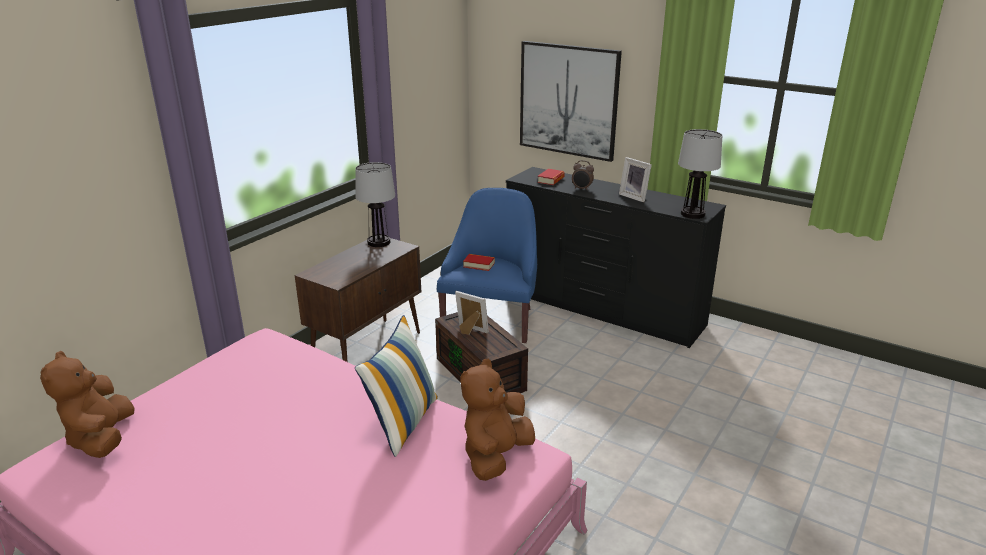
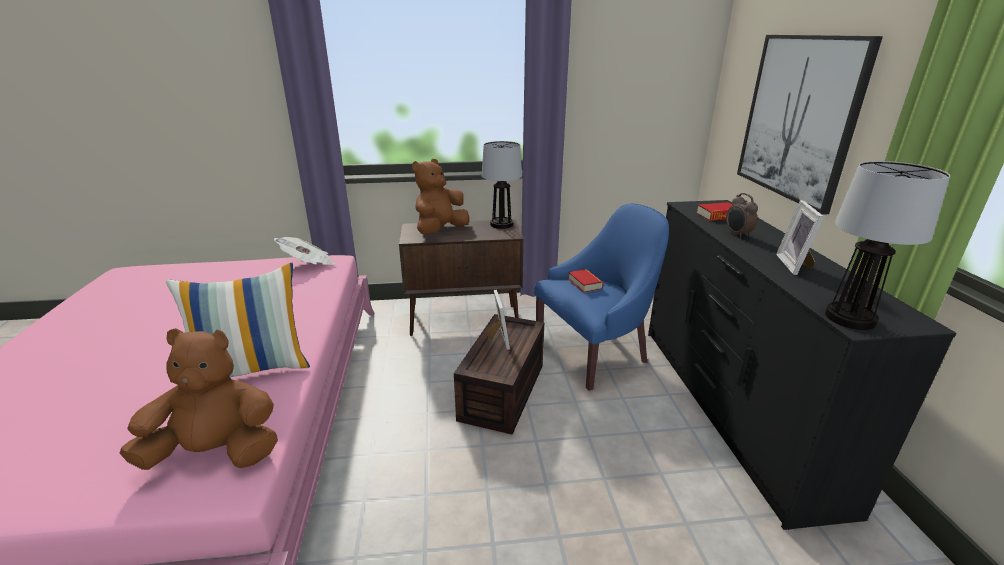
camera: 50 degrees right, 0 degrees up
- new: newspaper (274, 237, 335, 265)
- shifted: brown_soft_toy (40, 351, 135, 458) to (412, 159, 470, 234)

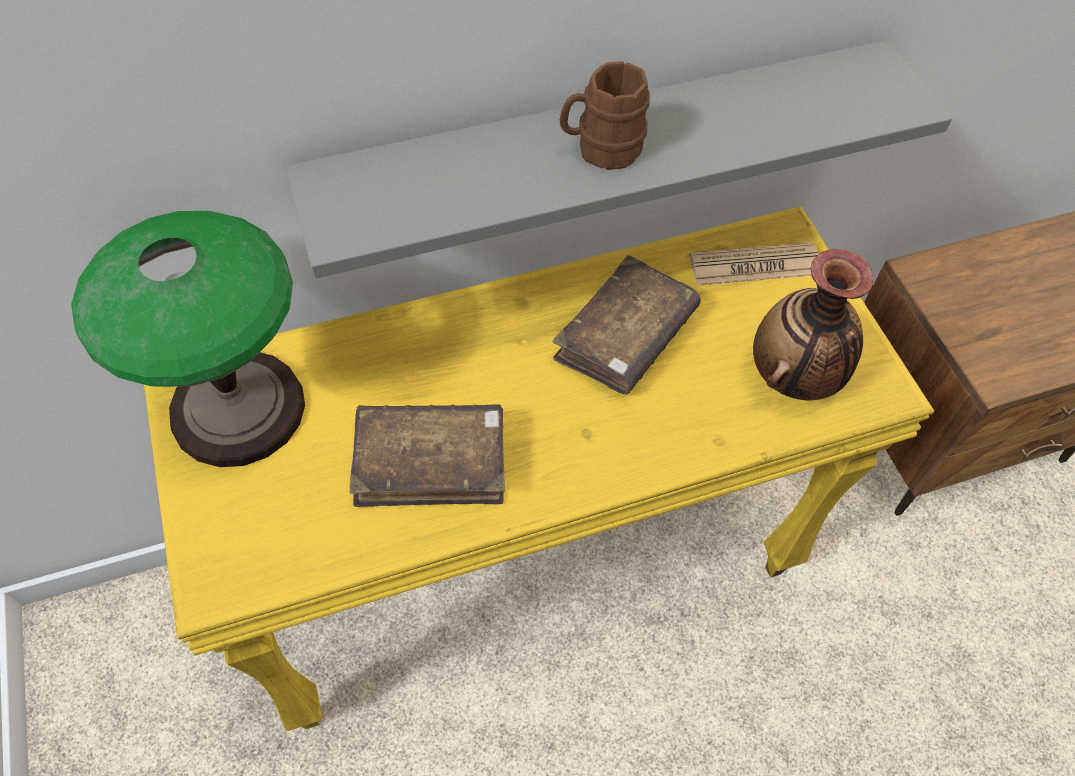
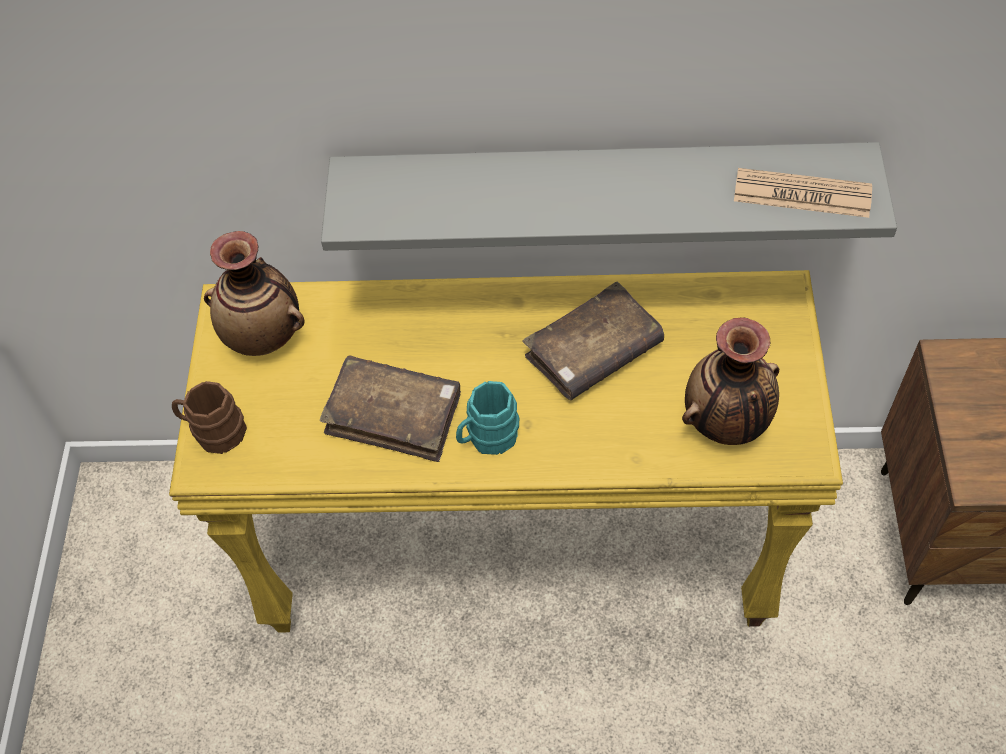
camera: 25 degrees right, 0 degrees up
- shifted: brown_coffee_mug (560, 61, 650, 170) to (172, 381, 247, 454)
- swapped: lamp_for_a_table (71, 211, 305, 467) to flower_vase (204, 231, 305, 356)
- new: turquoise-coloured_coffee_mug (456, 381, 519, 455)
- shifted: newspaper (689, 242, 818, 286) to (734, 168, 872, 218)

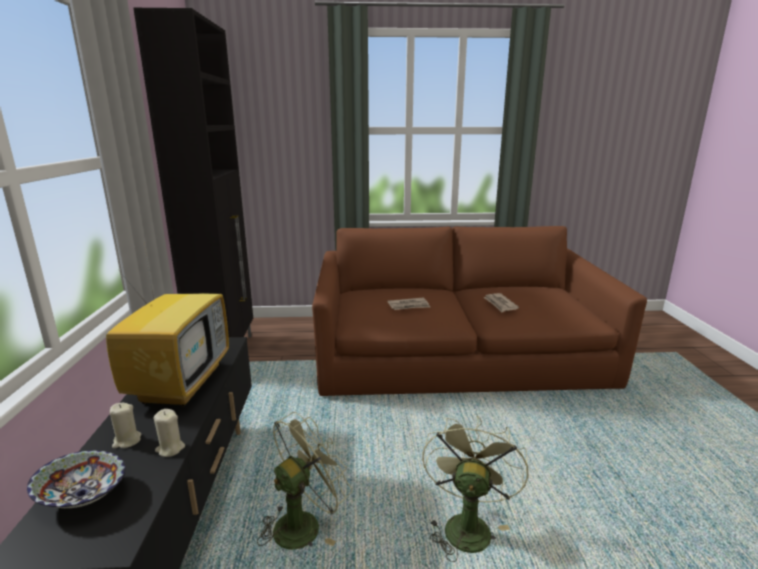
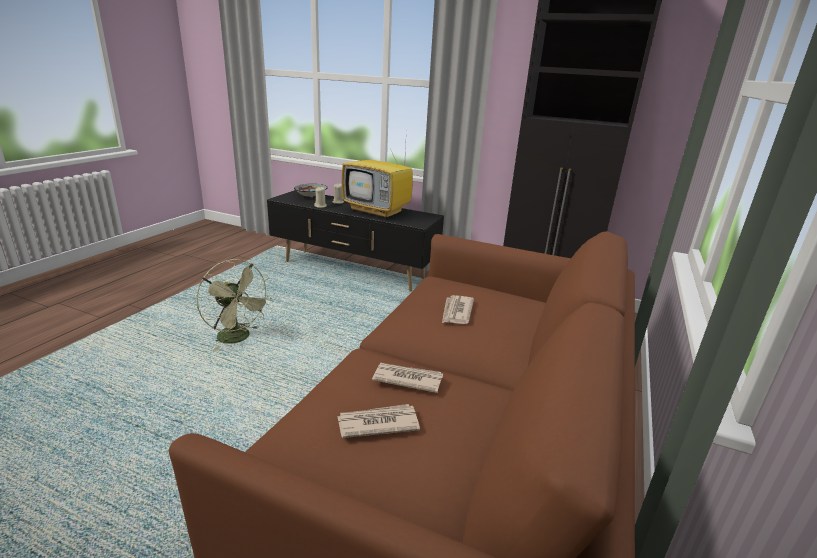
camera: 115 degrees right, 5 degrees up
- new: newspaper (337, 404, 420, 438)
- gone: green-coloured_electric_fan (257, 412, 352, 550)

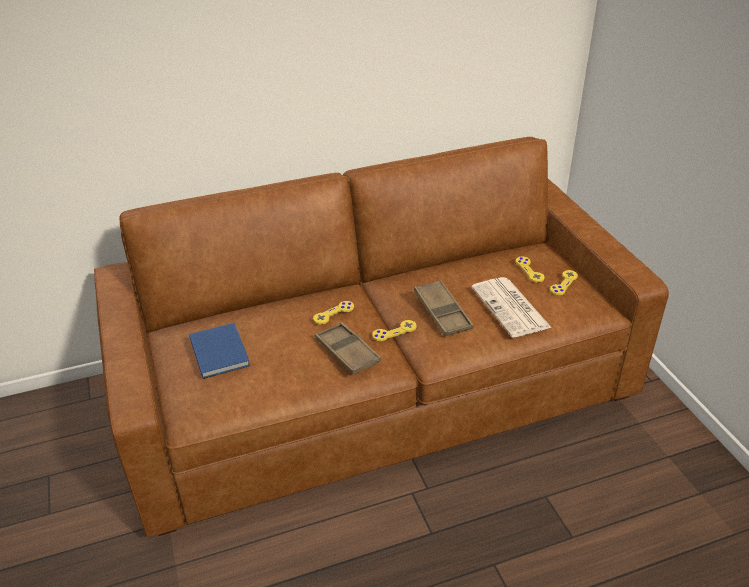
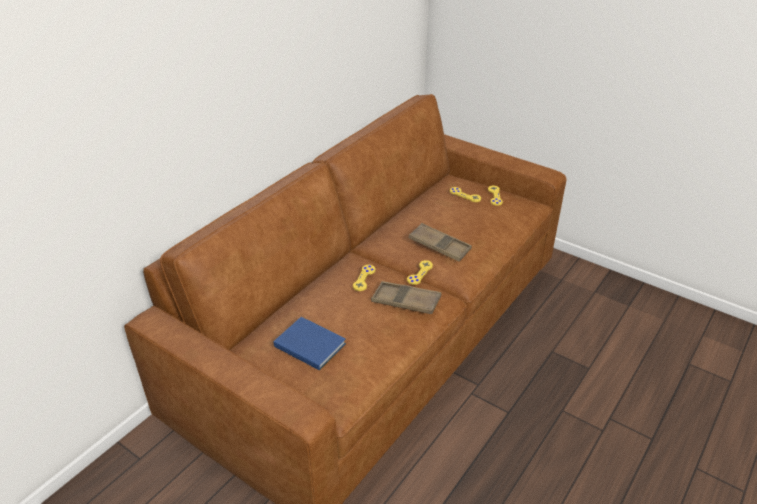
camera: 35 degrees left, 0 degrees up
- gone: newspaper (472, 277, 552, 337)

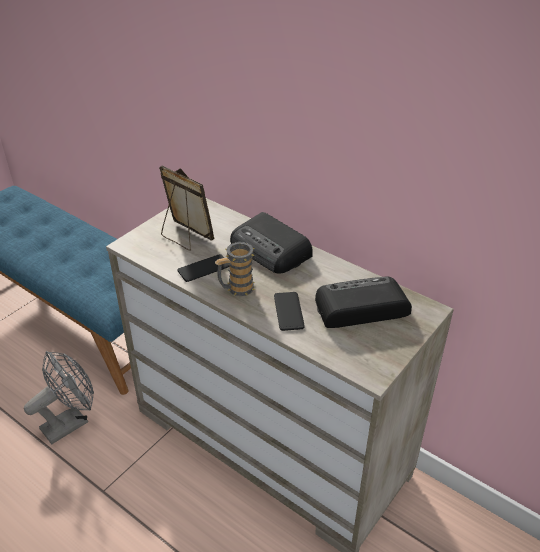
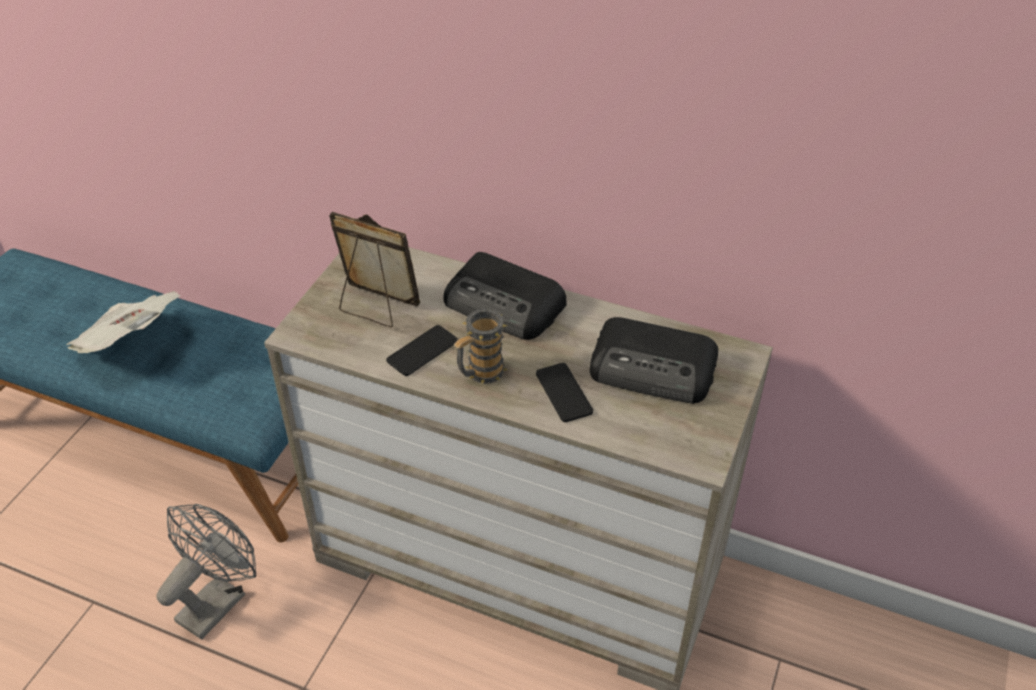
camera: 15 degrees left, 5 degrees up
- new: newspaper (66, 291, 180, 353)
- rotated: radio_receiver (315, 276, 412, 328) = (590, 317, 718, 404) 135 degrees counterclockwise

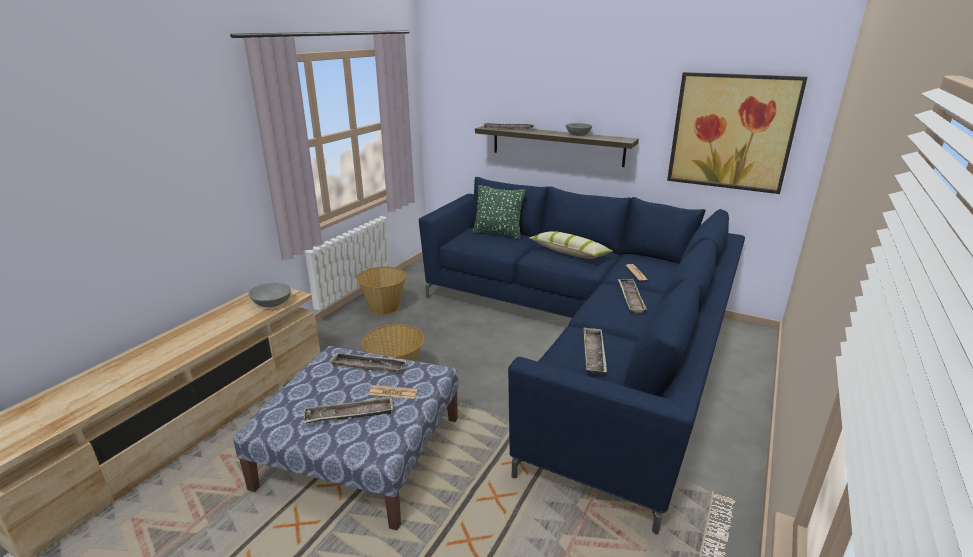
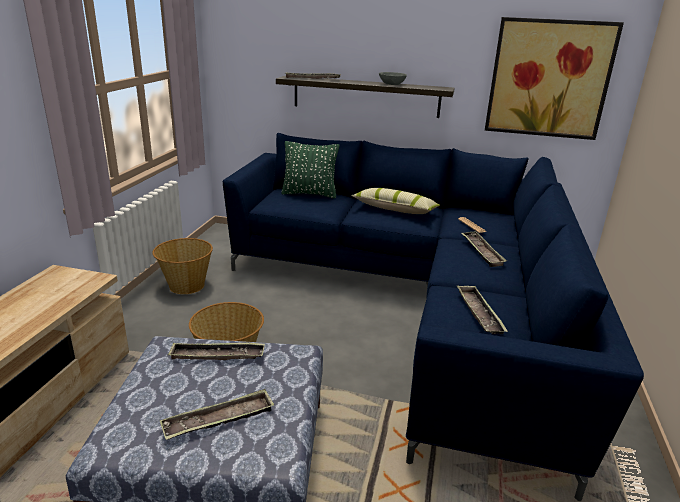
camera: 15 degrees left, 0 degrees up
- gone: grey_bowl (248, 282, 291, 307)
- gone: newspaper (369, 385, 418, 399)

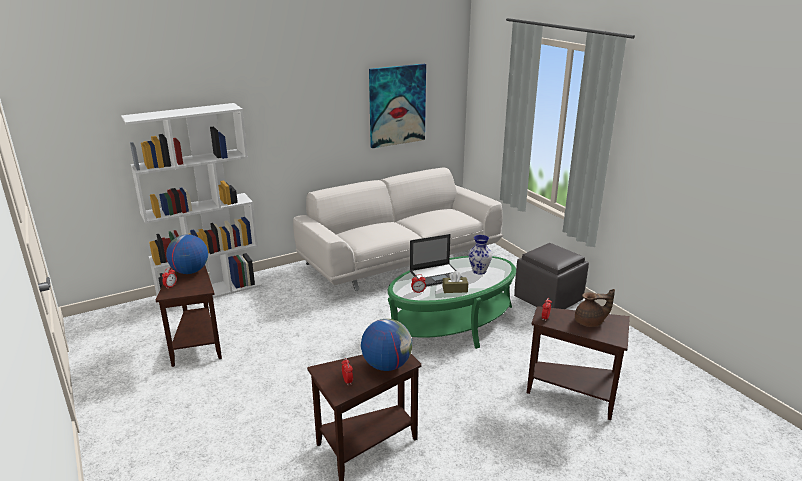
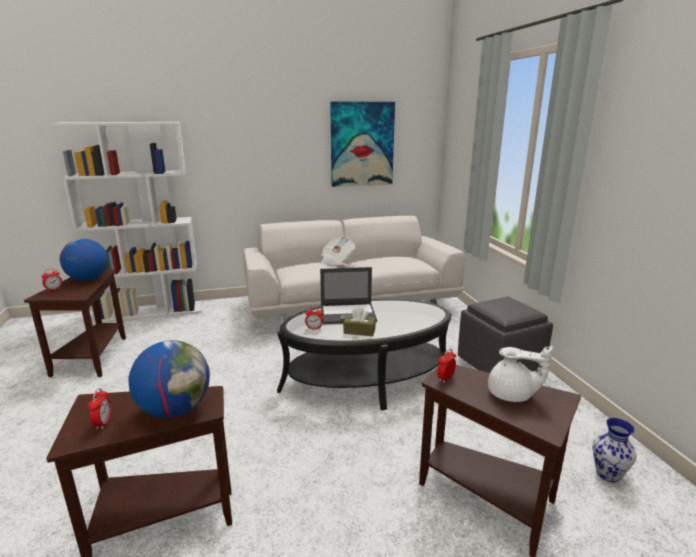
camera: 15 degrees right, 5 degrees down
- repainted: green-coloured_lounge_table (388, 256, 516, 349) to black_lounge_table (277, 299, 452, 411)
- new: newspaper (321, 237, 355, 265)
- repainted: brown_teapot (575, 289, 615, 327) to white_teapot (488, 346, 553, 402)
- shifted: flower_vase (469, 235, 492, 274) to (593, 418, 637, 482)

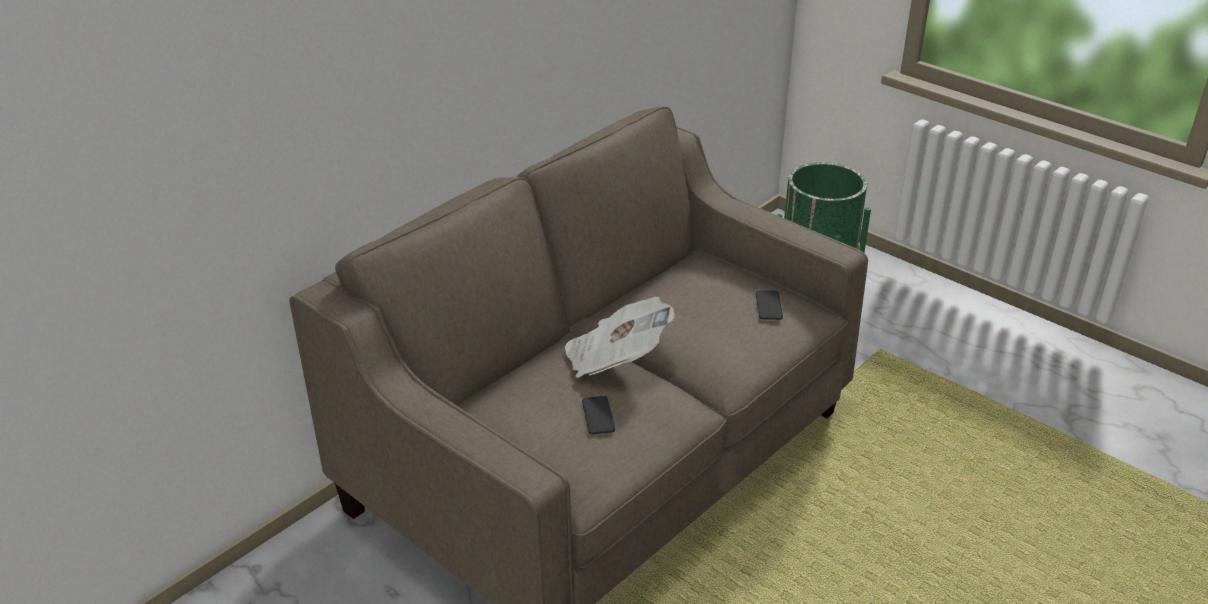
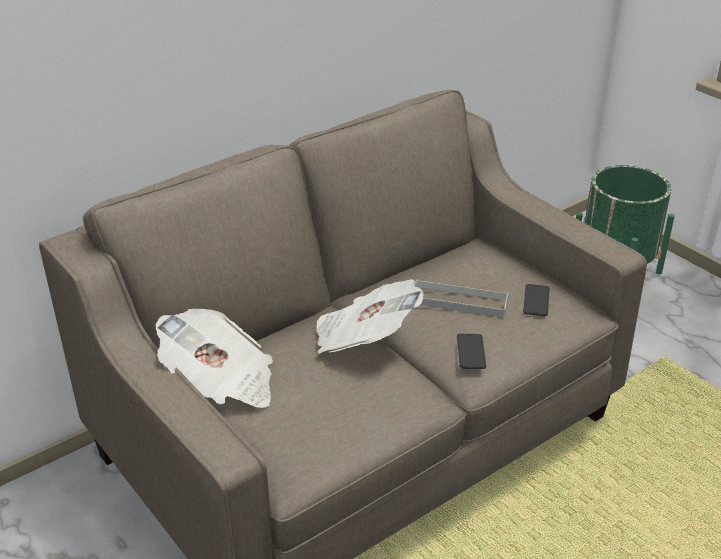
camera: 10 degrees right, 0 degrees up
- new: newspaper (155, 309, 273, 408)
- new: grey_serving_tray (414, 279, 509, 317)
- shifted: phone (582, 396, 615, 434) to (457, 334, 486, 369)

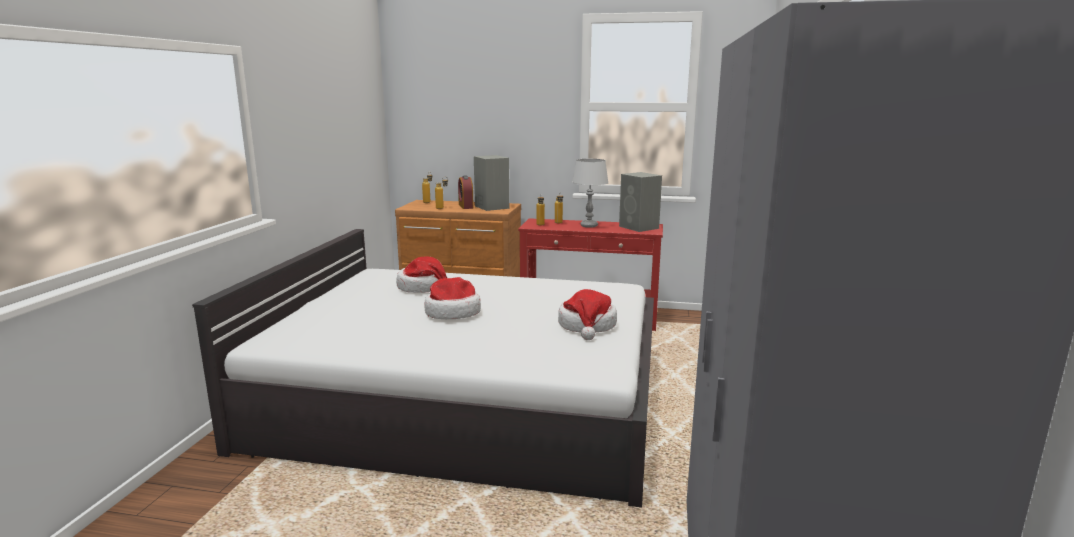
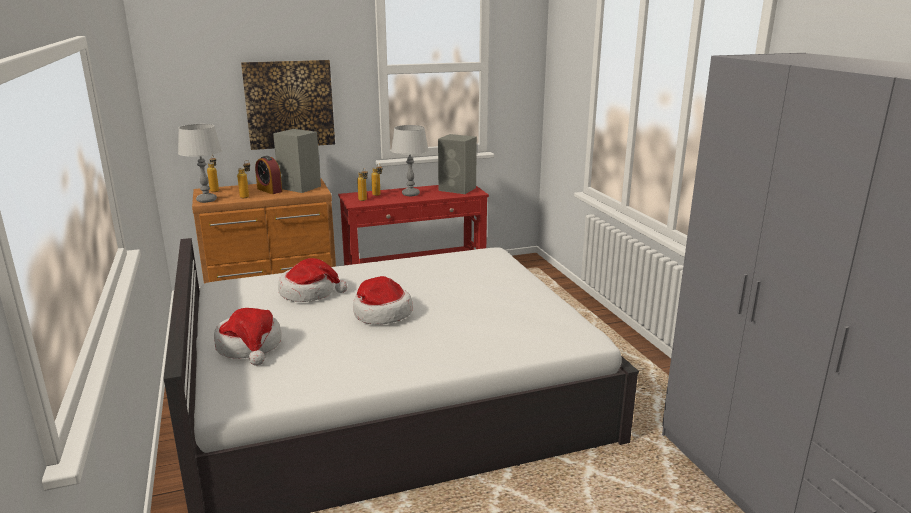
camera: 30 degrees left, 5 degrees up
- new: grey_lamp_for_a_table (178, 124, 222, 203)
- shifted: hat (558, 289, 617, 340) to (214, 308, 281, 366)
- new: wall_picture (241, 60, 335, 150)

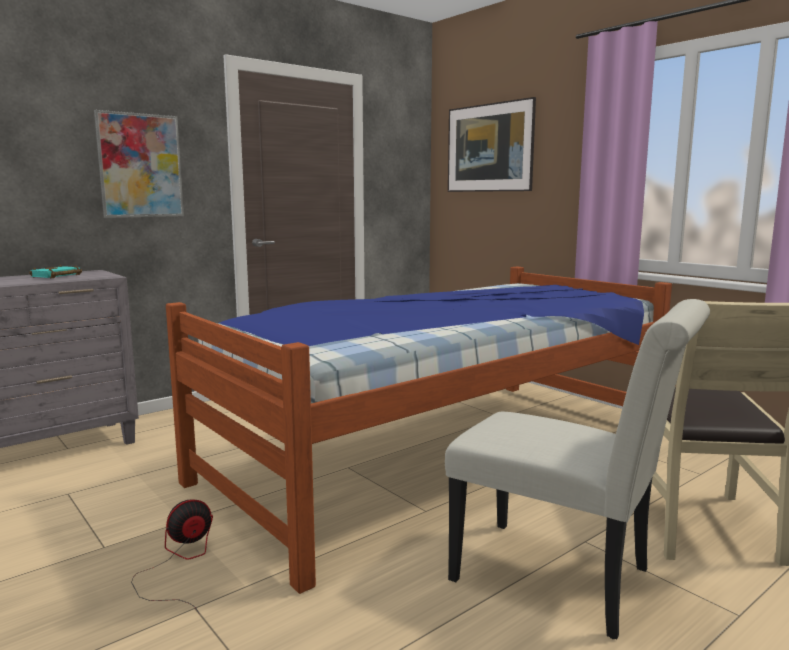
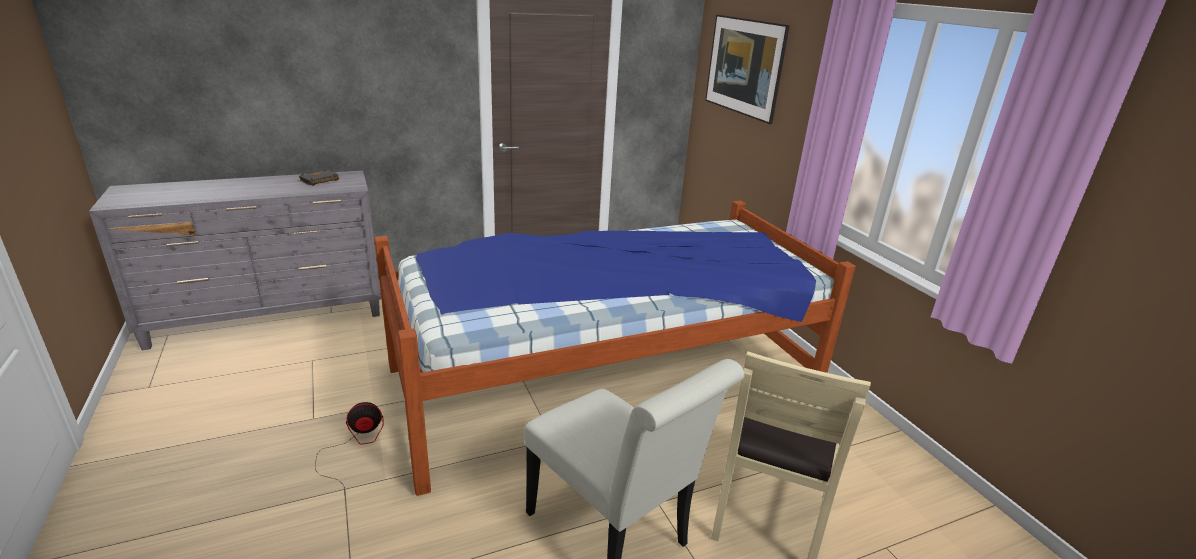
camera: 15 degrees right, 15 degrees up
- repainted: turquoise-coloured_book (29, 265, 82, 279) to black_book (299, 169, 339, 186)
- gone: wall_picture (94, 110, 184, 218)

